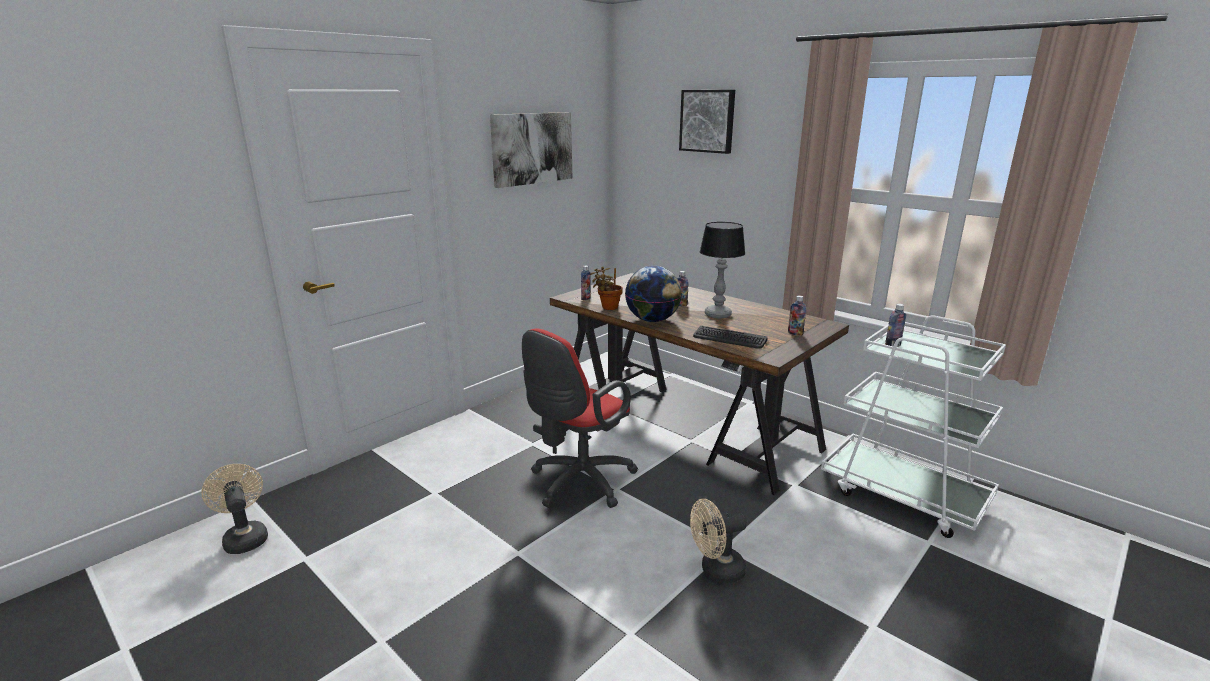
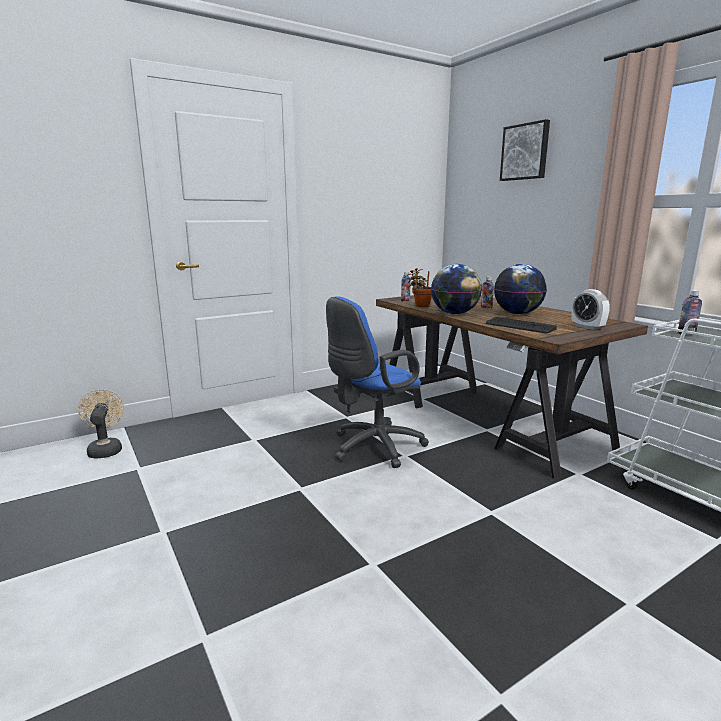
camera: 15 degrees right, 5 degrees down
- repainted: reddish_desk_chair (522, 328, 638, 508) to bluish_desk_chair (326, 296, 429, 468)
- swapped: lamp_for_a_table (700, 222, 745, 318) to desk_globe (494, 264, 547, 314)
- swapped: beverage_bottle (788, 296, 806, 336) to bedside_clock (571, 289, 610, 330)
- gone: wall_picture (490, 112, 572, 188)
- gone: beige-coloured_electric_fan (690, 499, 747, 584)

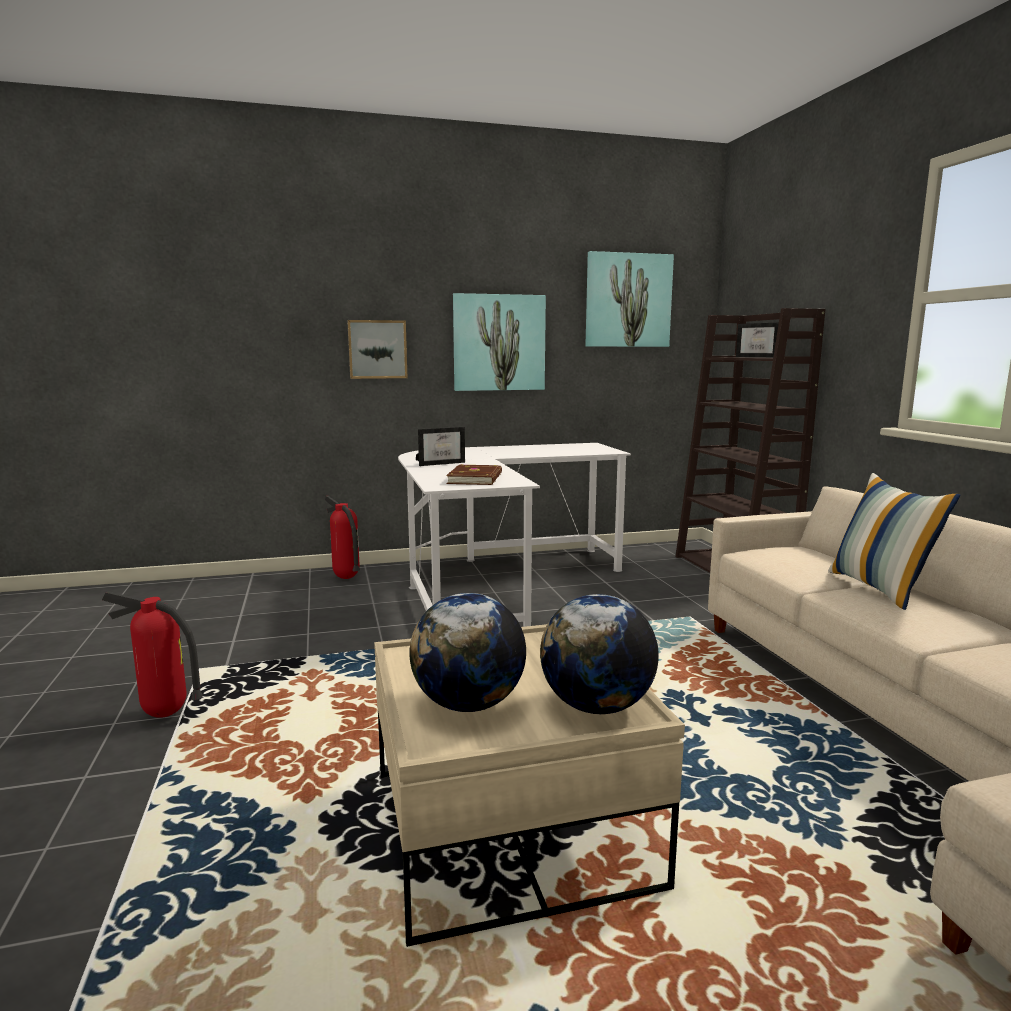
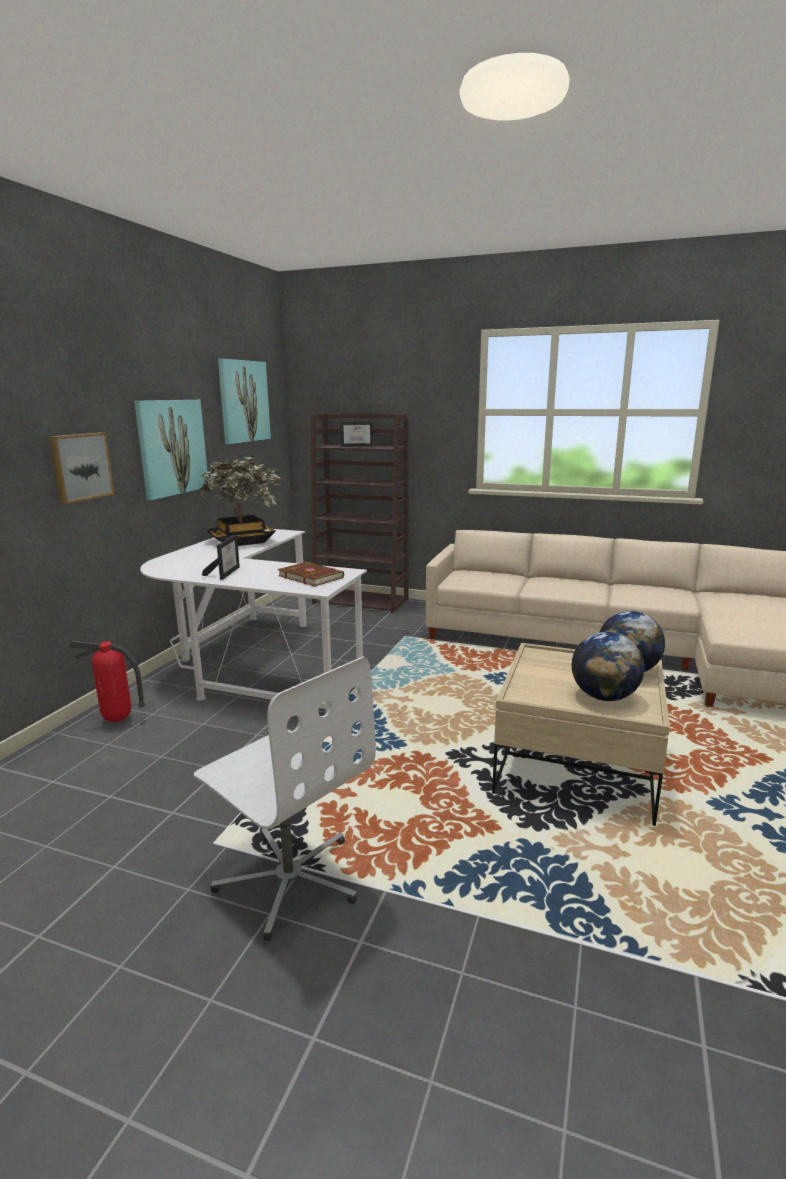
camera: 55 degrees left, 5 degrees up
- swapped: fire_extinguisher (102, 591, 203, 718) to white_desk_chair (194, 656, 376, 941)
- new: houseplant (198, 455, 280, 546)
- gone: throw_pillow (828, 473, 960, 610)

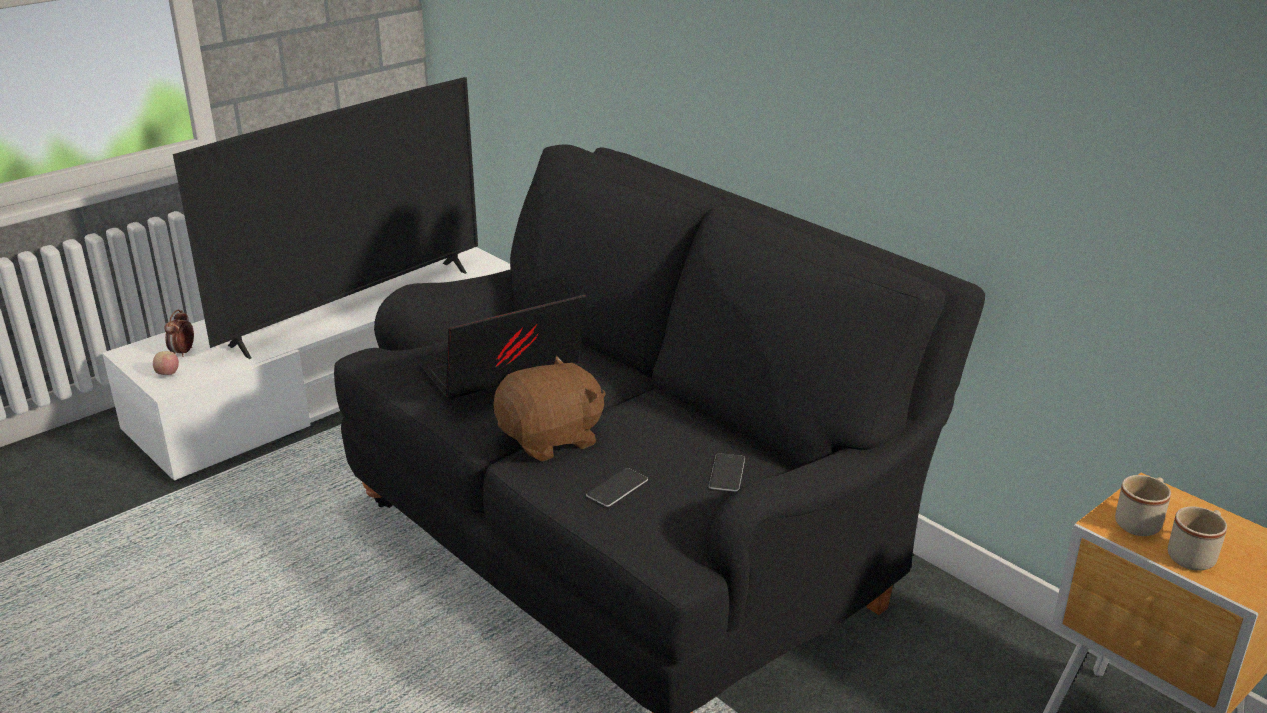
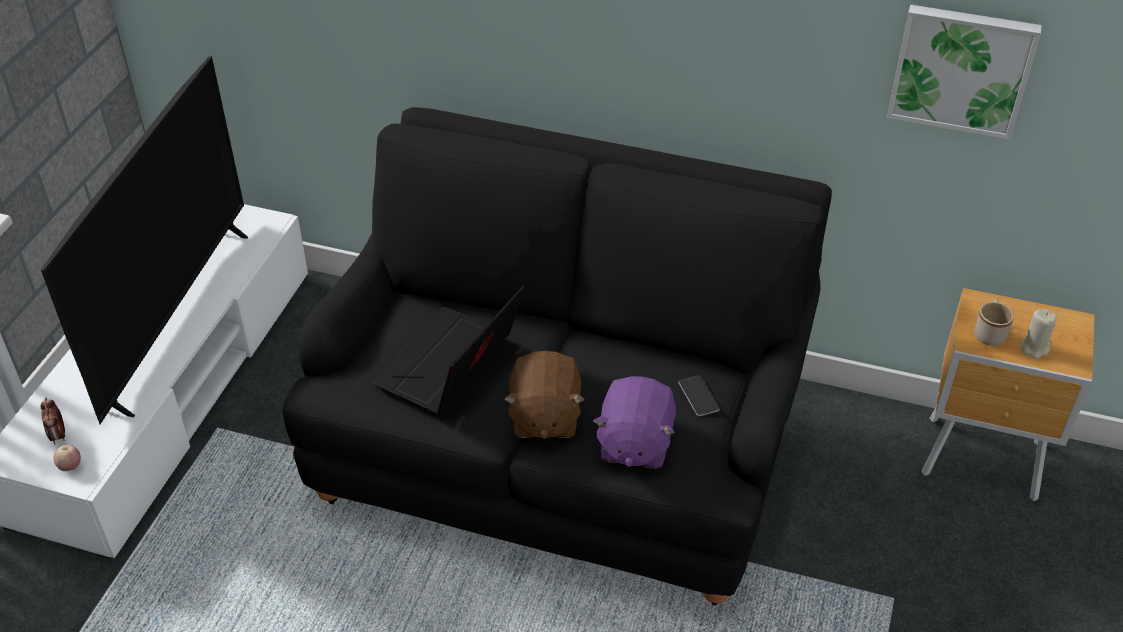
camera: 30 degrees left, 15 degrees up
- rotated: brown_soft_toy (494, 356, 605, 461) = (504, 351, 585, 439) 150 degrees clockwise
- swapped: phone (586, 468, 648, 507) to purplish_soft_toy (593, 376, 676, 469)
- new: wall_picture (887, 5, 1042, 140)
- swapped: beige-coloured_coffee_mug (1168, 506, 1227, 571) to beige-coloured_candle (1020, 309, 1057, 359)

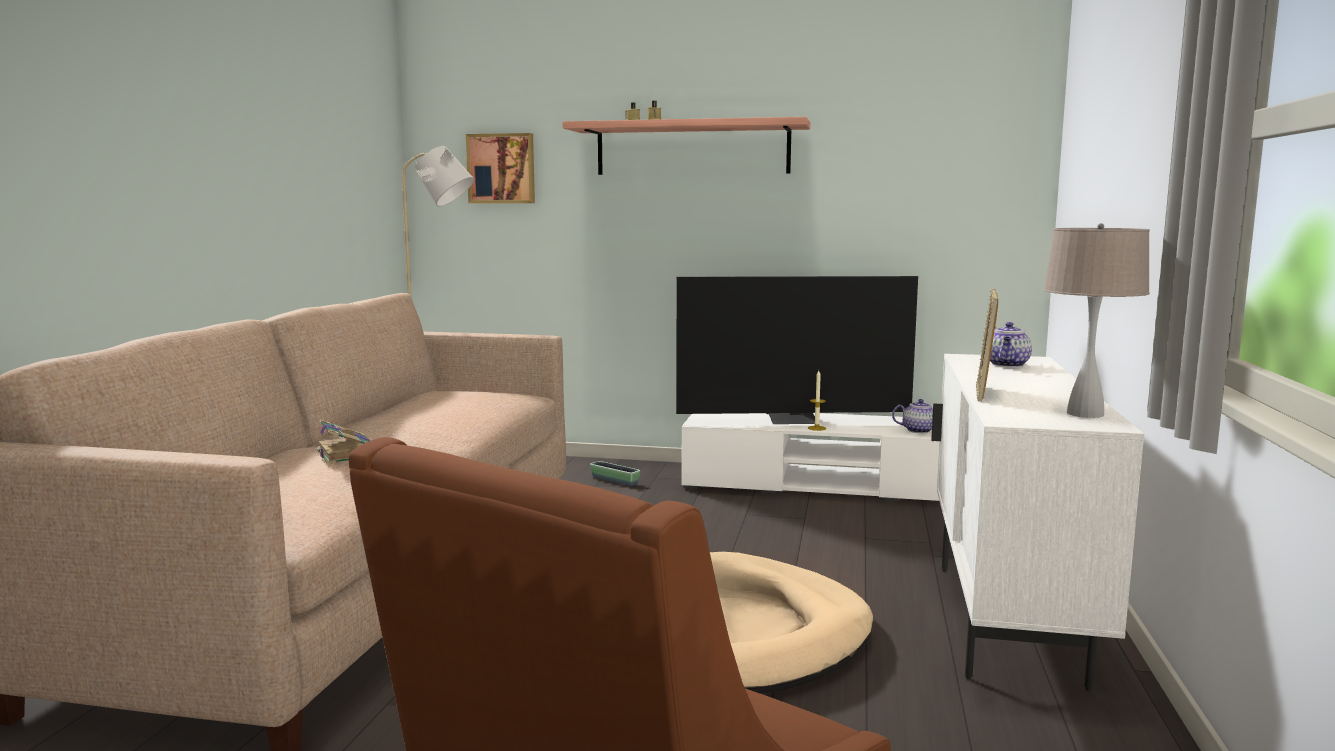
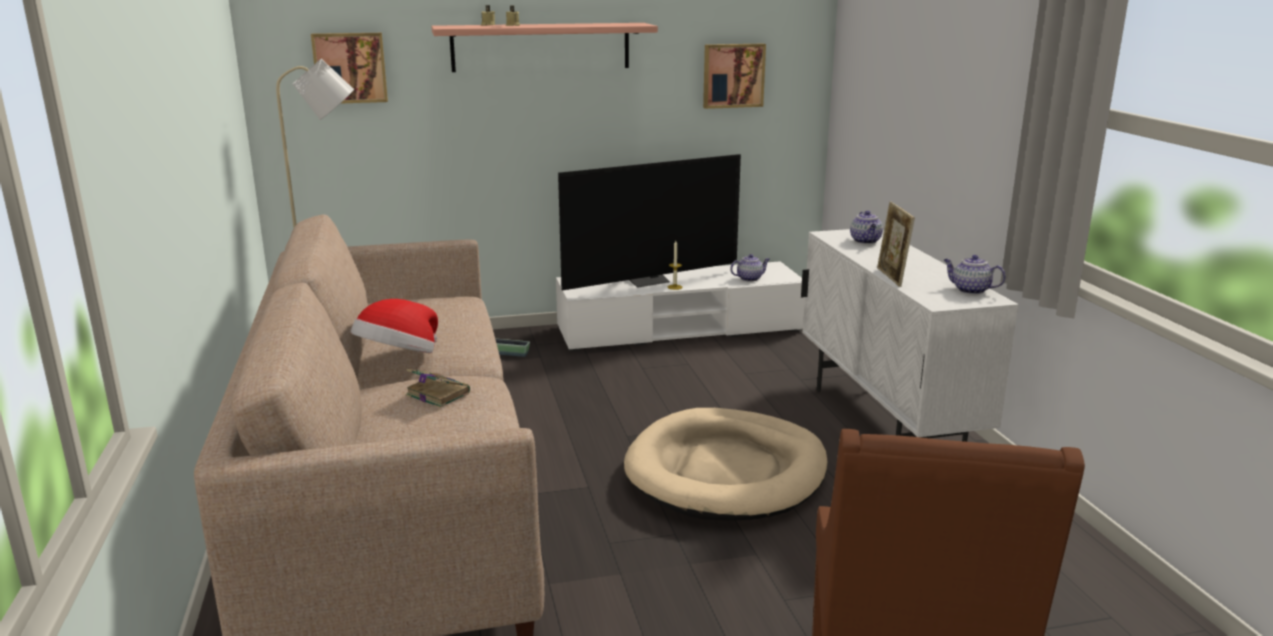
camera: 25 degrees left, 10 degrees up
- new: hat (351, 299, 438, 353)
- new: wall_picture (703, 44, 766, 109)
- swapped: beige-coloured_lamp_for_a_table (1044, 223, 1150, 418) to teapot (944, 255, 1006, 294)

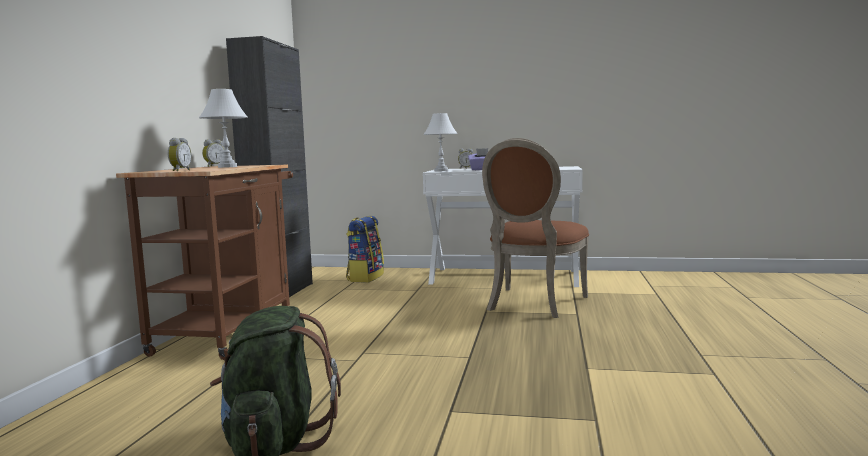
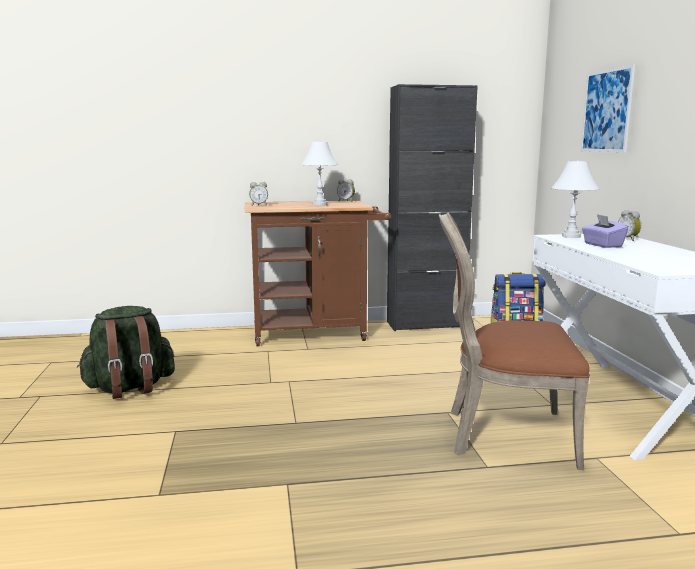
camera: 70 degrees right, 5 degrees up
- new: wall_picture (581, 65, 635, 152)

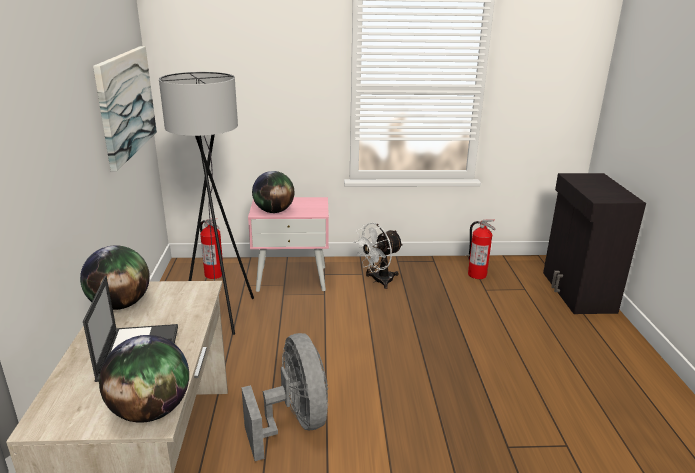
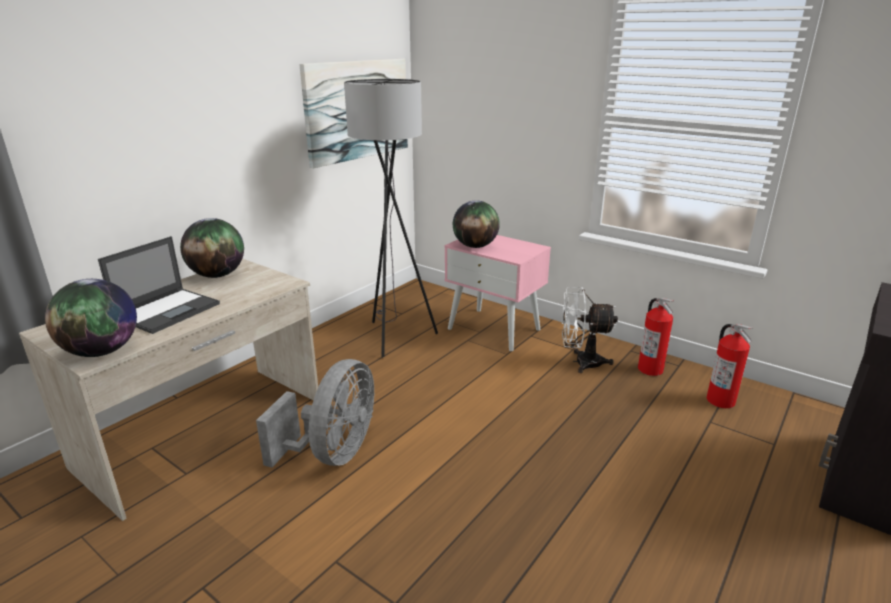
camera: 40 degrees right, 0 degrees up
- shifted: fire_extinguisher (200, 219, 223, 279) to (638, 298, 674, 376)

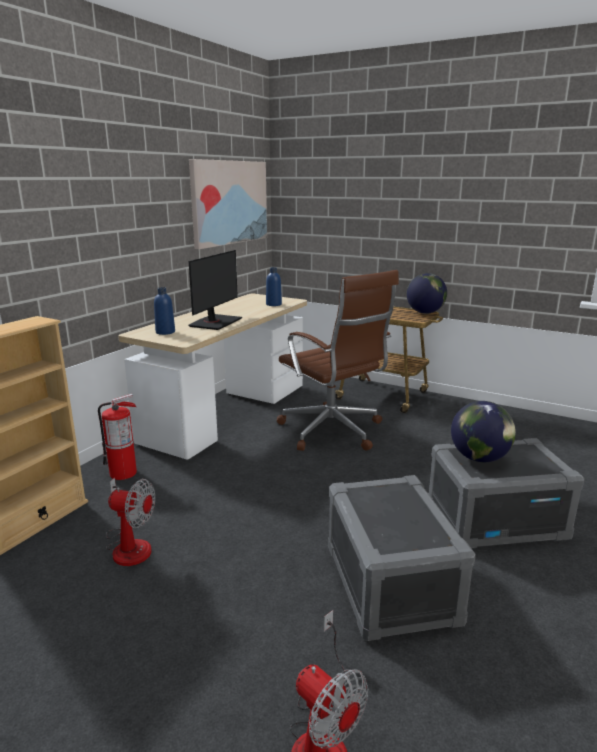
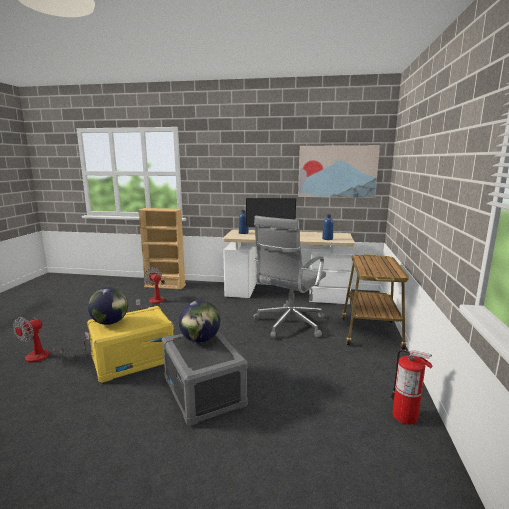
camera: 70 degrees right, 5 degrees down
- repainted: grey_storage_bin (328, 475, 476, 641) to yellowish_storage_bin (87, 306, 174, 383)
- shifted: desk_globe (406, 273, 447, 314) to (88, 287, 128, 325)
- rotated: electric_fan (106, 478, 155, 566) = (136, 267, 165, 311) 150 degrees clockwise
- repainted: brown_desk_chair (277, 270, 399, 451) to grey_desk_chair (254, 216, 326, 338)
- shifted: fire_extinguisher (98, 394, 137, 480) to (390, 349, 433, 425)

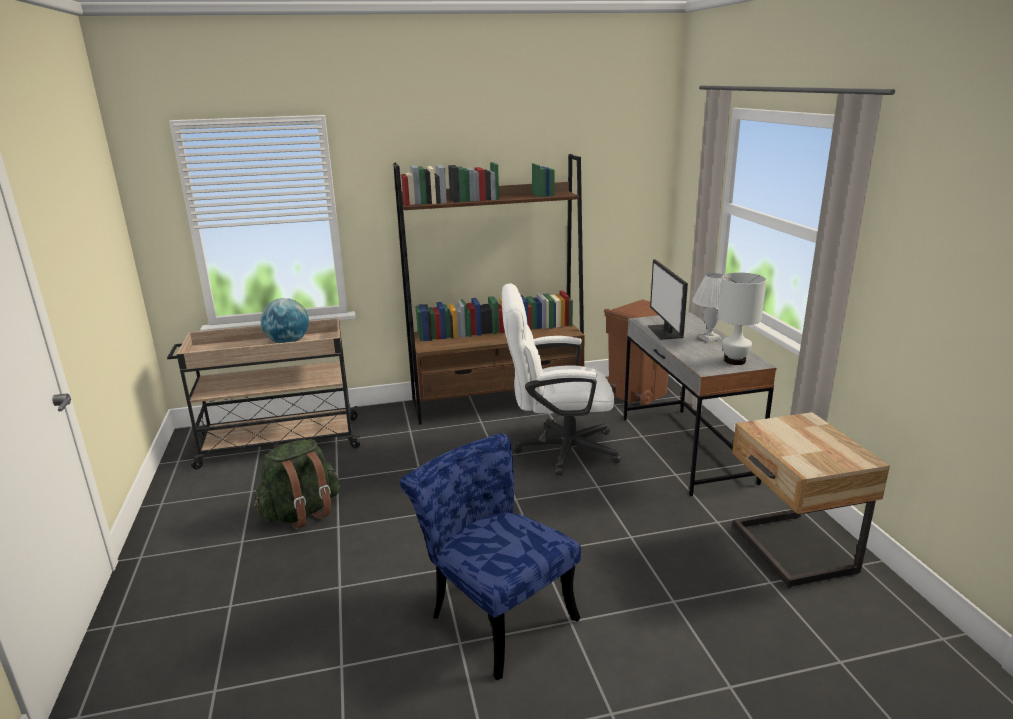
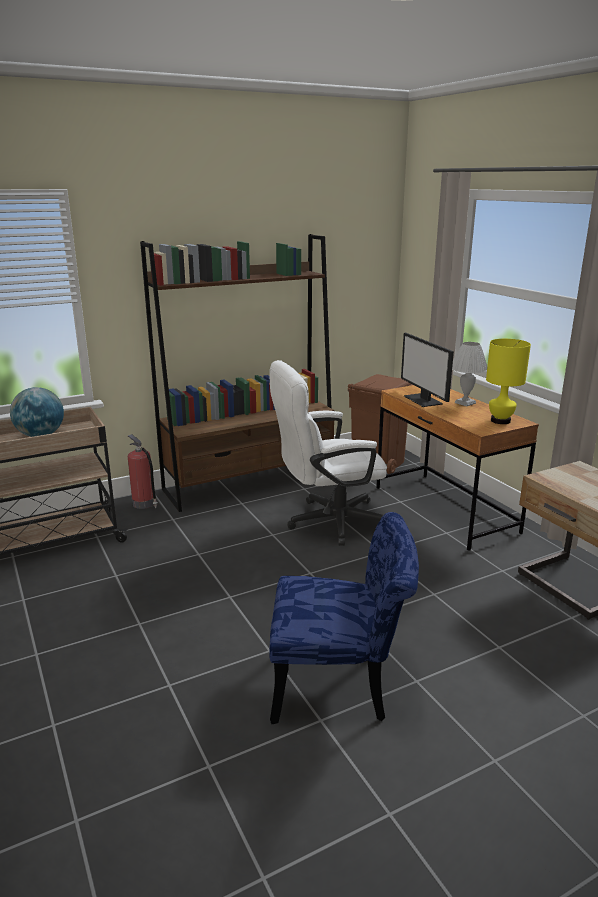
camera: 15 degrees left, 0 degrees up
- new: fire_extinguisher (128, 434, 158, 509)
- rotated: bluish_chair (400, 434, 581, 680) = (269, 512, 419, 724) 150 degrees clockwise
- repainted: grey_desk (624, 312, 777, 496) to brown_desk (377, 385, 539, 551)
- repainted: white_lamp_for_a_table (718, 273, 767, 365) to yellowish_lamp_for_a_table (486, 339, 531, 424)
- gone: green-coloured_backpack (254, 439, 340, 530)

